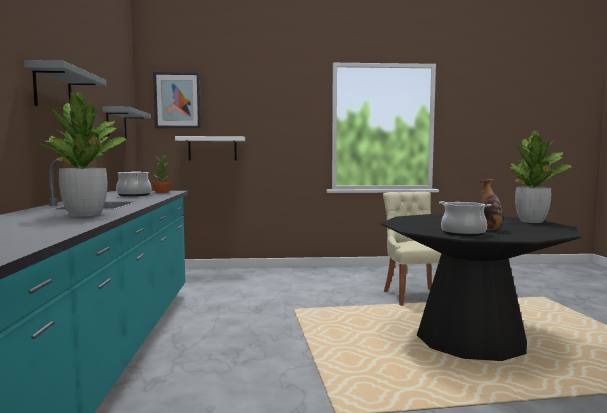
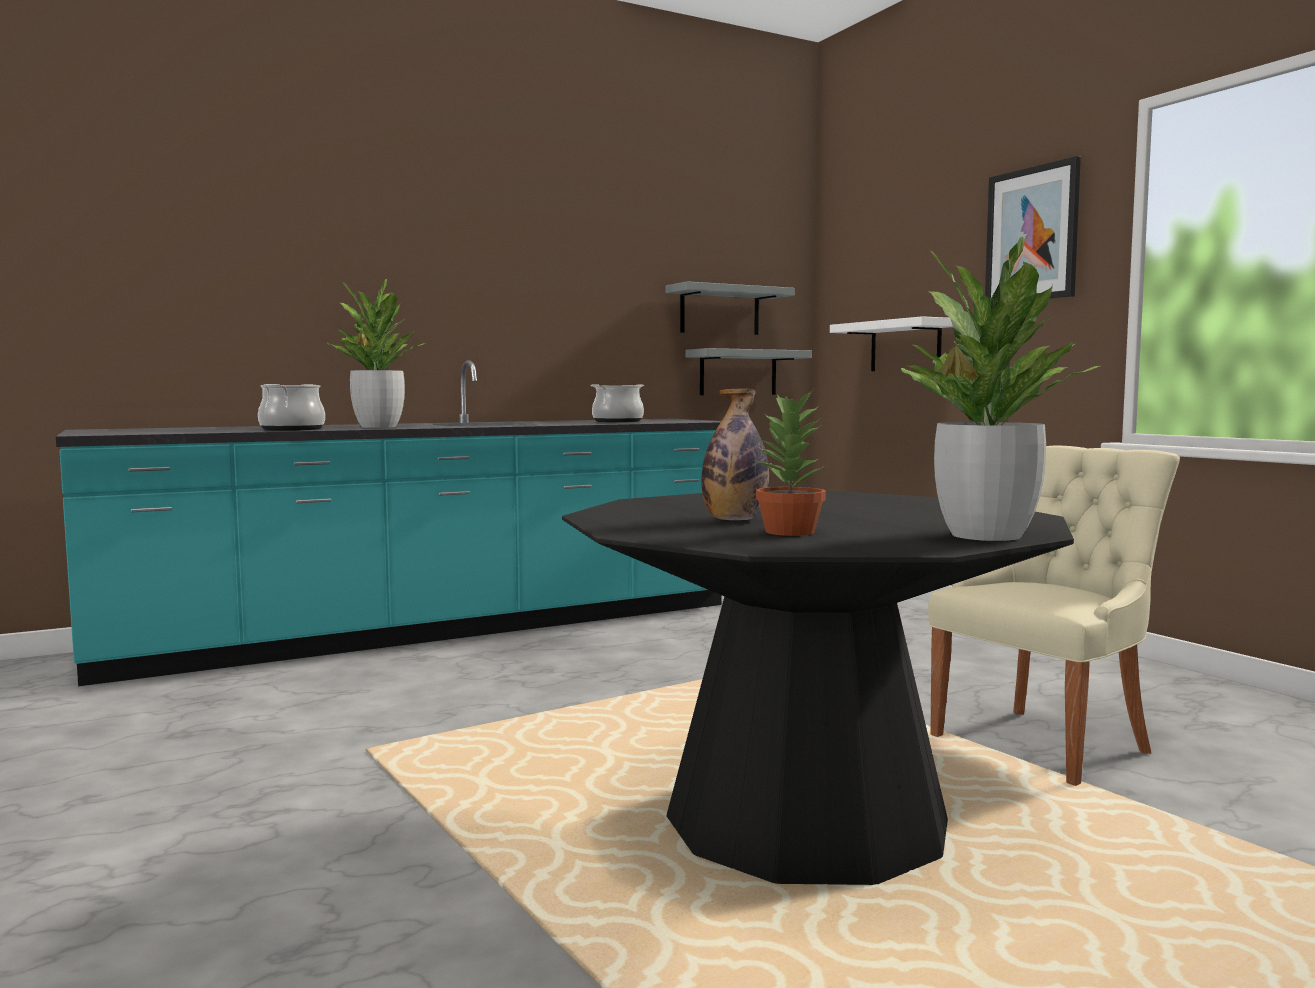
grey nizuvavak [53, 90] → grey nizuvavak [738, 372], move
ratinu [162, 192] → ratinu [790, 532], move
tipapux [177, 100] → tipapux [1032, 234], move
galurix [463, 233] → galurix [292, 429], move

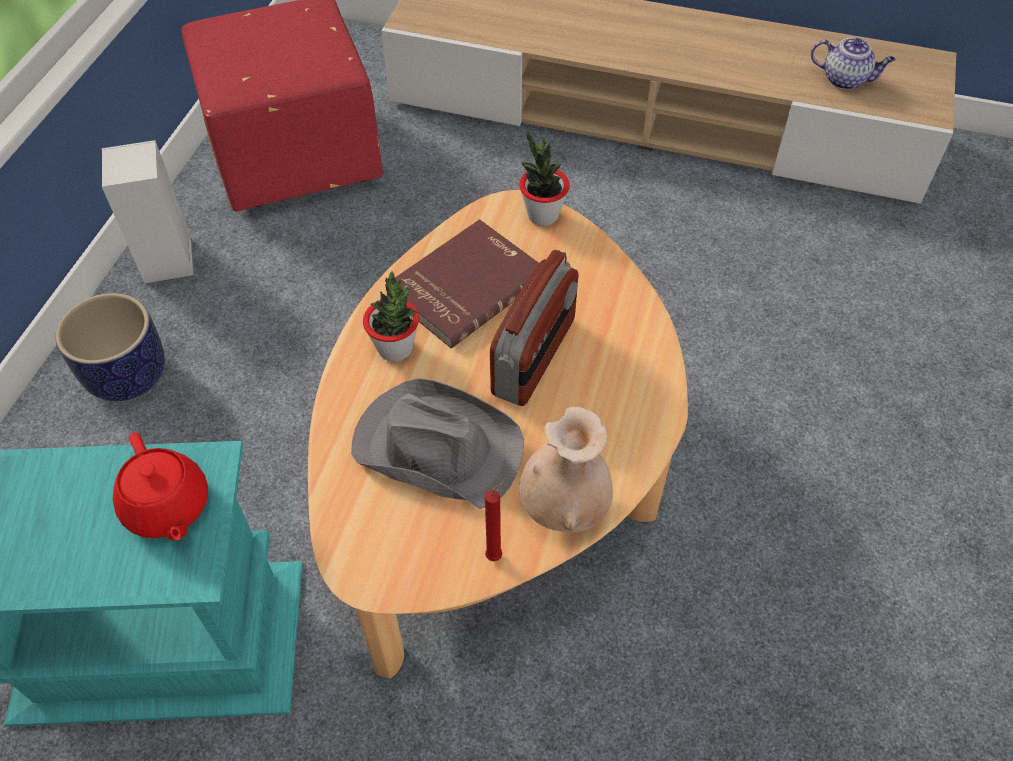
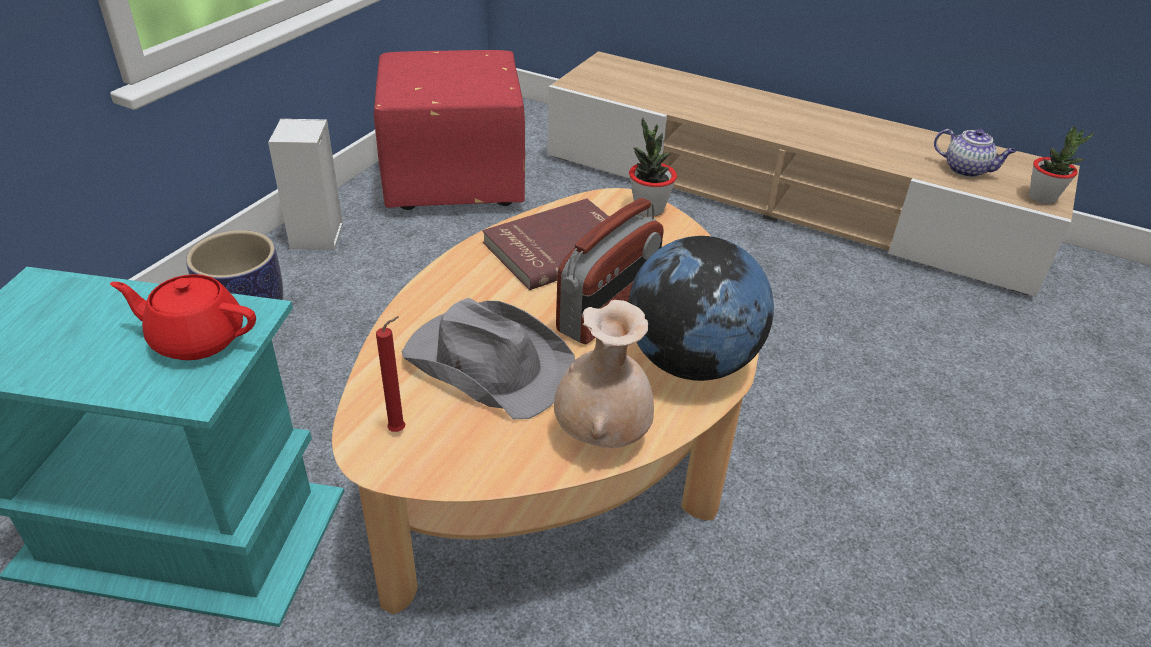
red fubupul [167, 507] → red fubupul [196, 339], 120 degrees clockwise
ratinu [395, 348] → ratinu [1042, 198], move
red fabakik [496, 555] → red fabakik [400, 430], move
- → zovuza [691, 362]

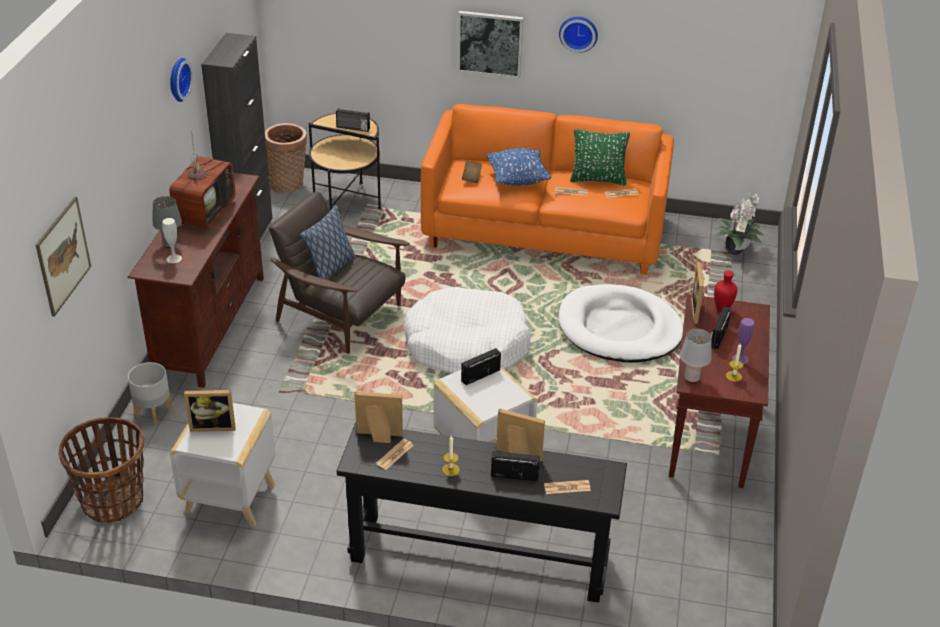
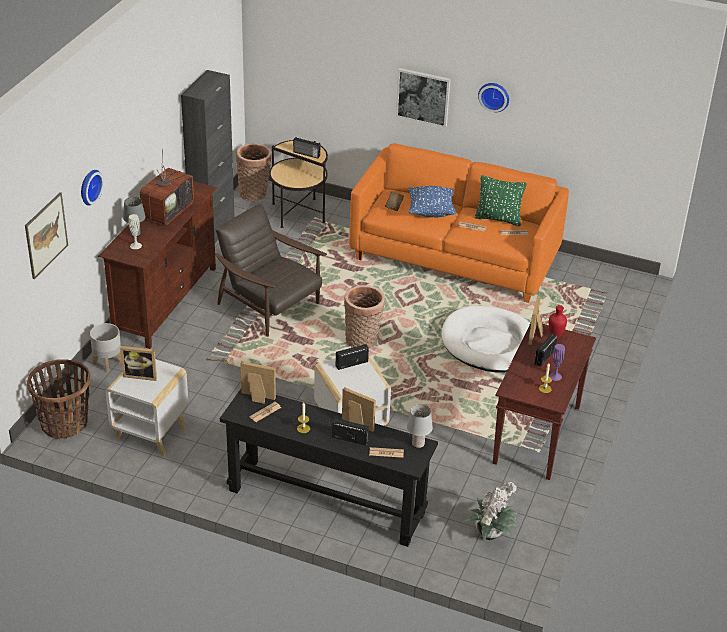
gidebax [177, 79] → gidebax [89, 186], move
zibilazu [330, 269] → -
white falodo [466, 344] → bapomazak [363, 341]
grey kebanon [692, 378] → grey kebanon [418, 444], move
ratinu [735, 250] → ratinu [491, 534], move

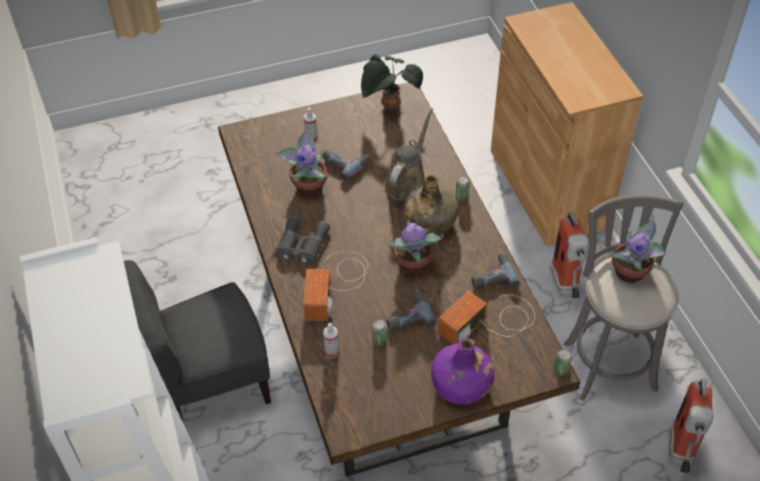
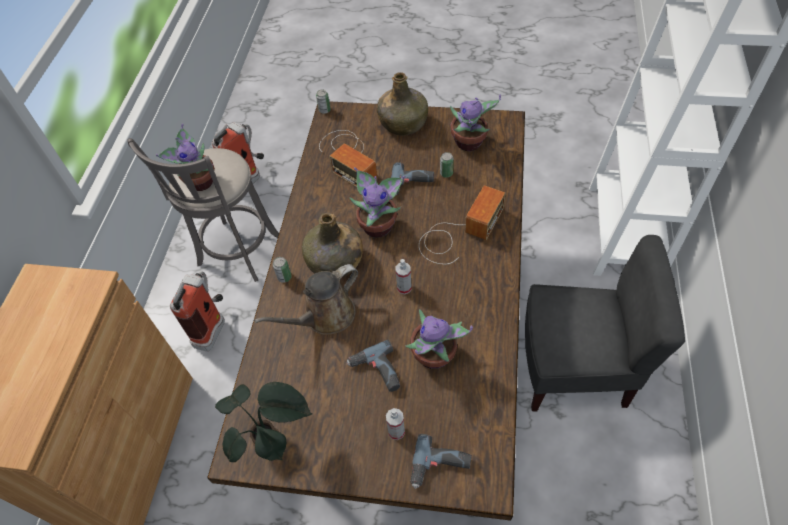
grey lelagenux [301, 245] → -
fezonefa [332, 351] → fezonefa [404, 288], move
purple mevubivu [461, 385] → green mevubivu [403, 123]
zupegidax [490, 322] → zupegidax [348, 157], 60 degrees clockwise
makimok [491, 275] → makimok [440, 468], move
- → ratinu [469, 143]

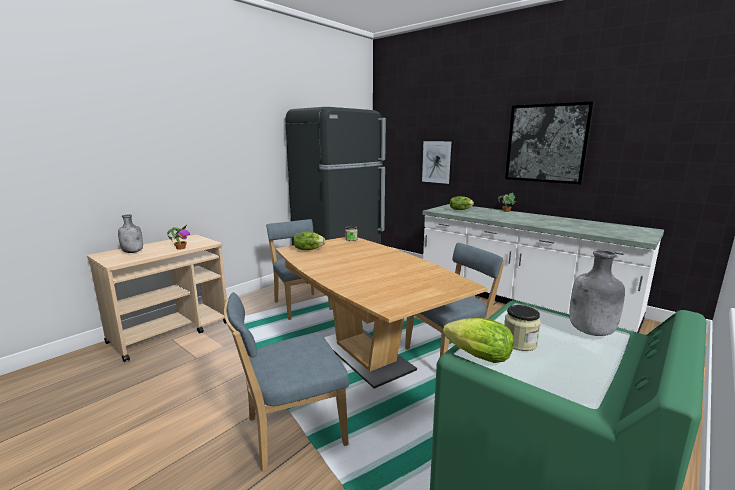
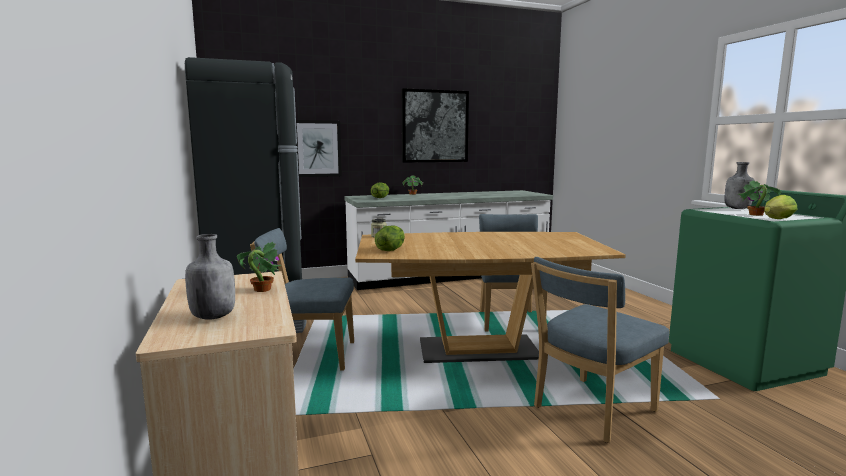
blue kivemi [290, 432] → blue kivemi [590, 410], 45 degrees clockwise
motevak [519, 343] → ratinu [755, 215]

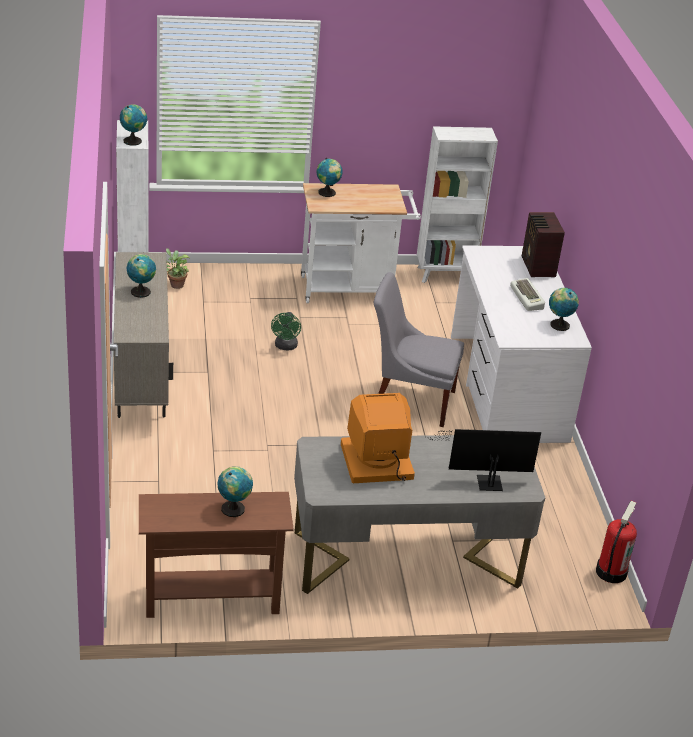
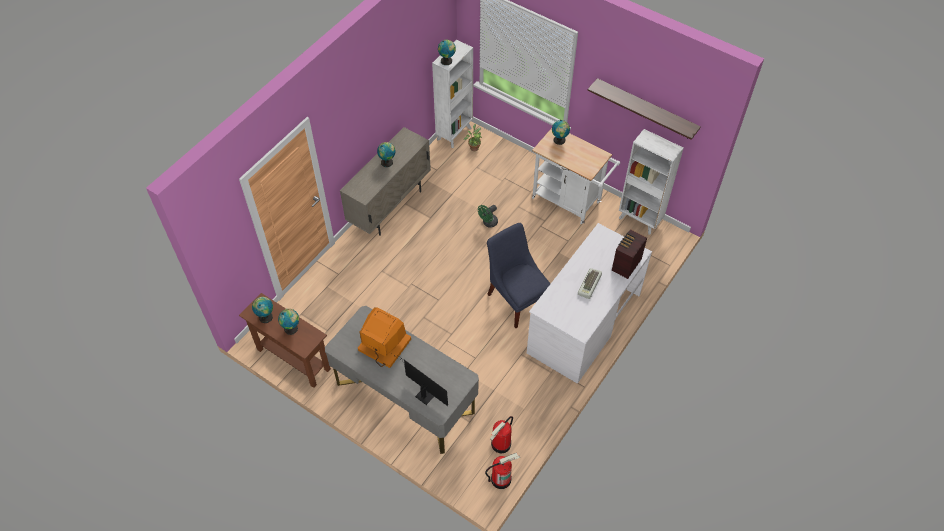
grey kivemi [409, 399] → blue kivemi [517, 298]
zovuza [558, 324] → zovuza [266, 316], move
- → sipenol [501, 444]
- → nizuvavak [646, 109]

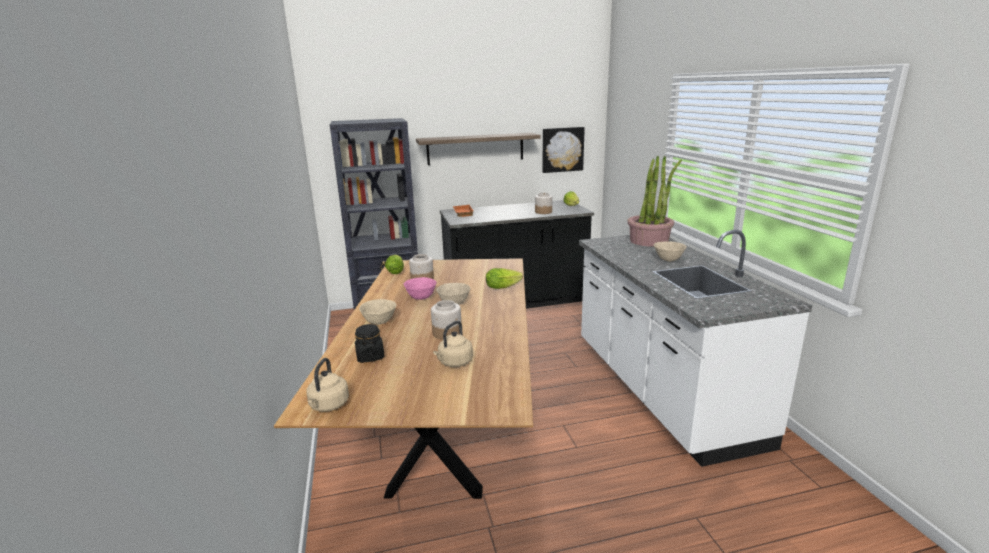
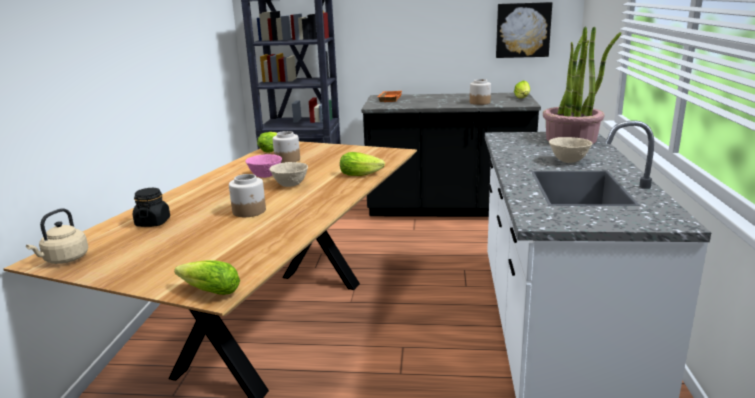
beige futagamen [379, 322] → -
nizuvavak [475, 148] → -
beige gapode [454, 363] → -
- → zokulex [207, 291]

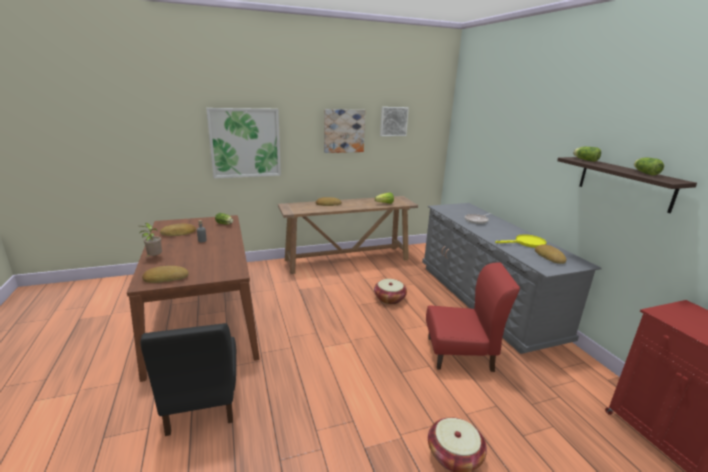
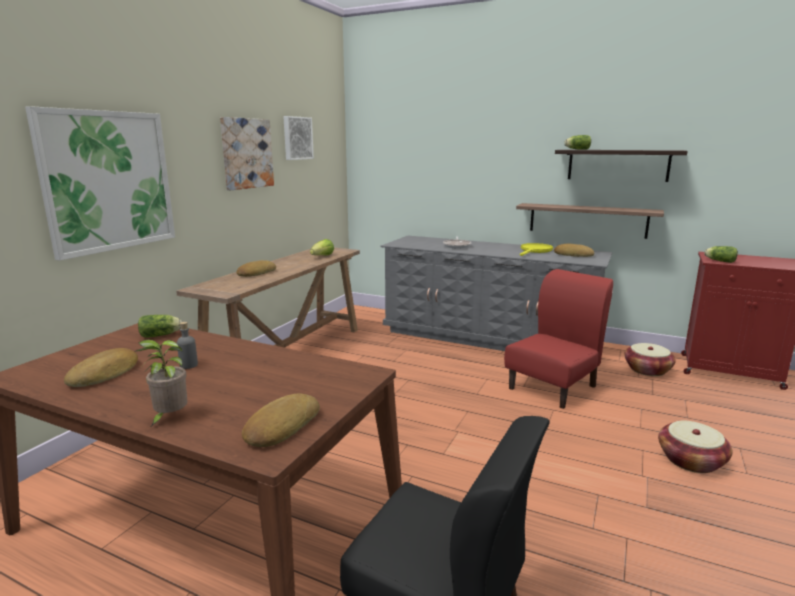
bapomazak [389, 298] → bapomazak [647, 370], move
zokulex [644, 173] → zokulex [719, 261], move
- → nizuvavak [587, 220]

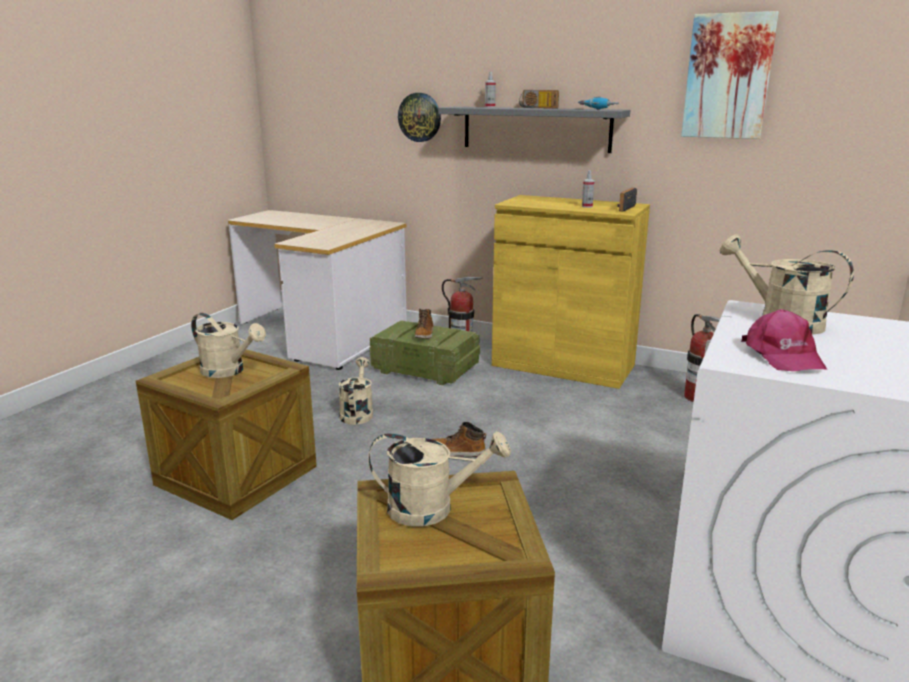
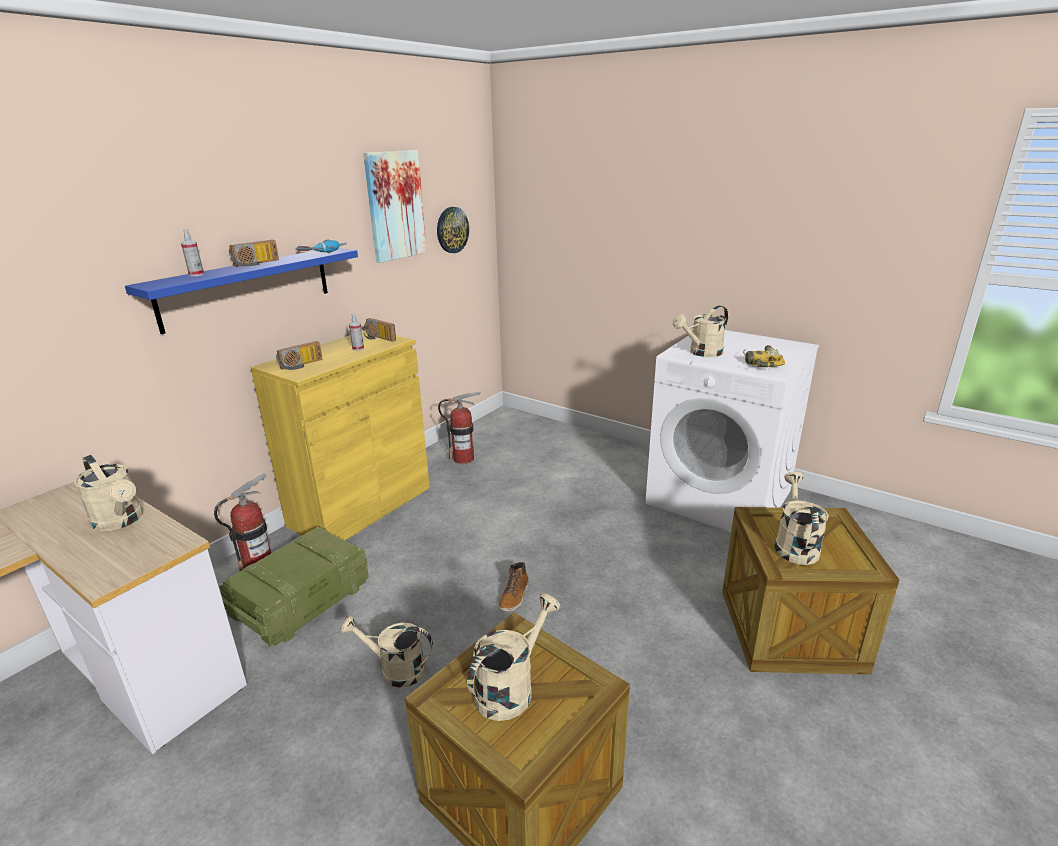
gidebax [420, 117] → gidebax [452, 230], move
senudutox [424, 334] → -
grey nizuvavak [536, 129] → blue nizuvavak [247, 287]
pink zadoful [782, 355] → makimok [760, 362]
- → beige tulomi [121, 521]
- → zupegidax [302, 365]

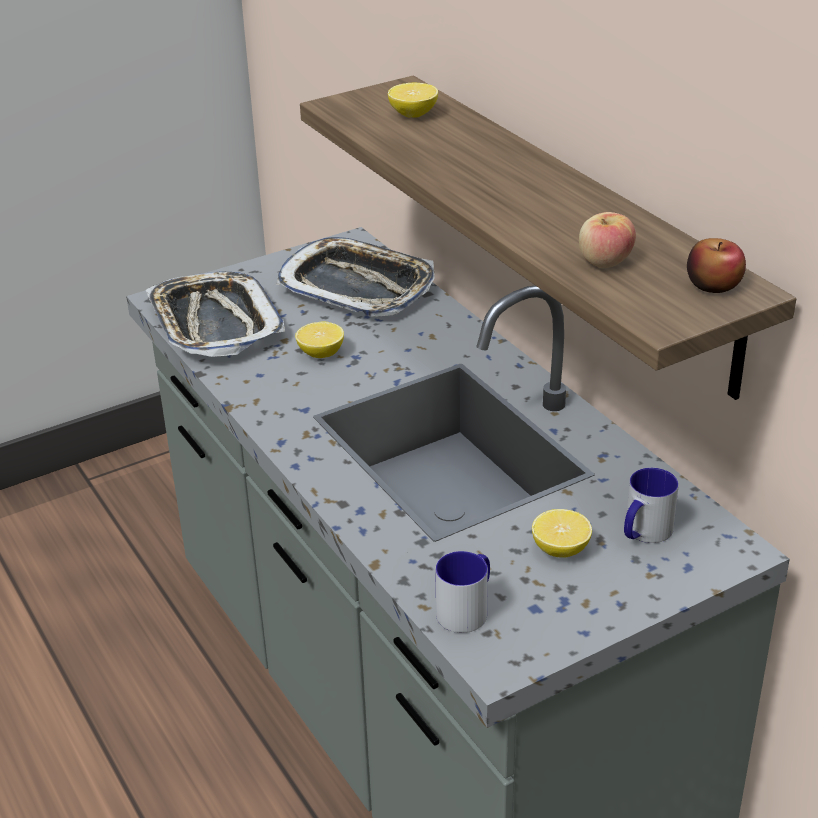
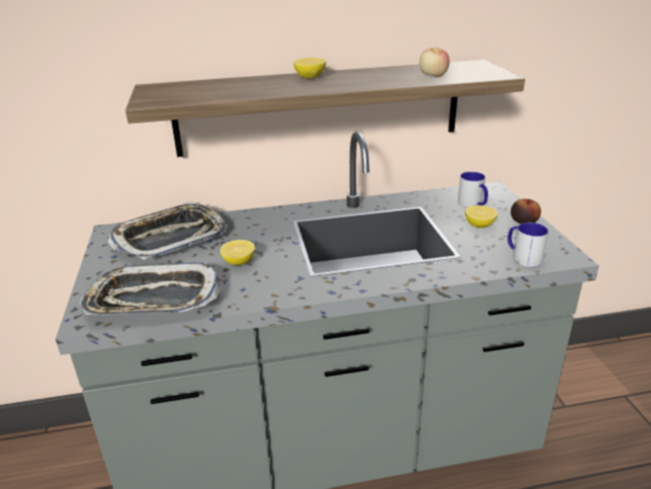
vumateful [413, 114] → vumateful [310, 77], move
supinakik [713, 285] → supinakik [524, 221], move

